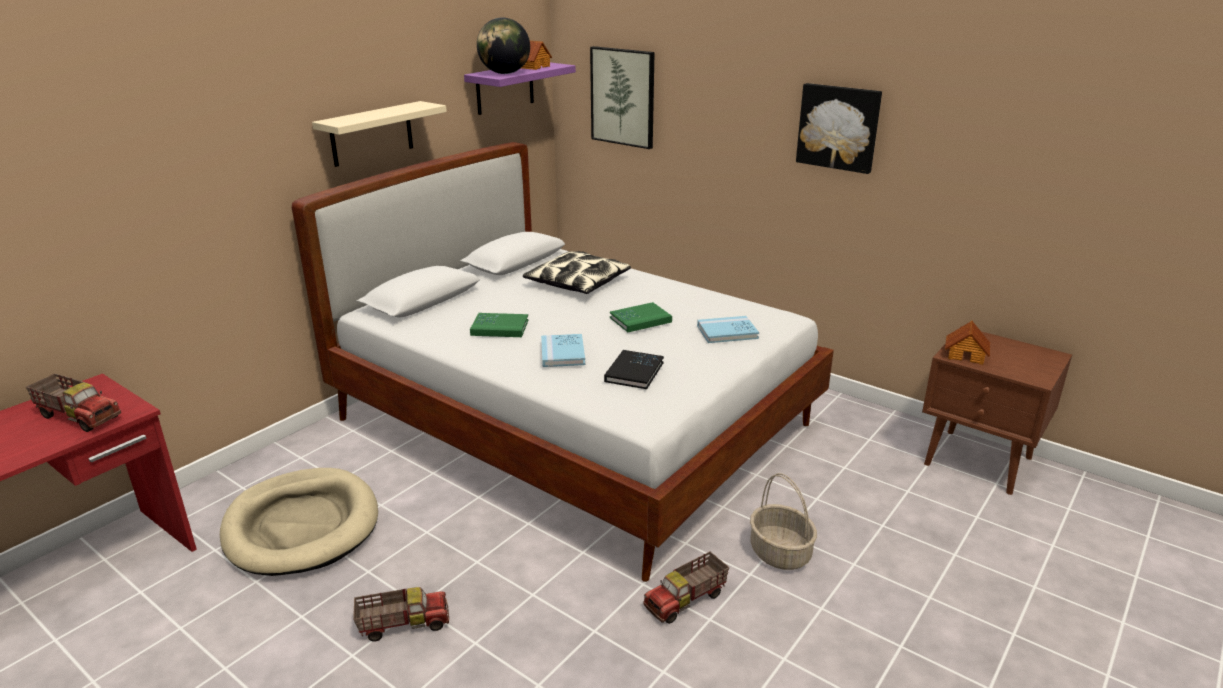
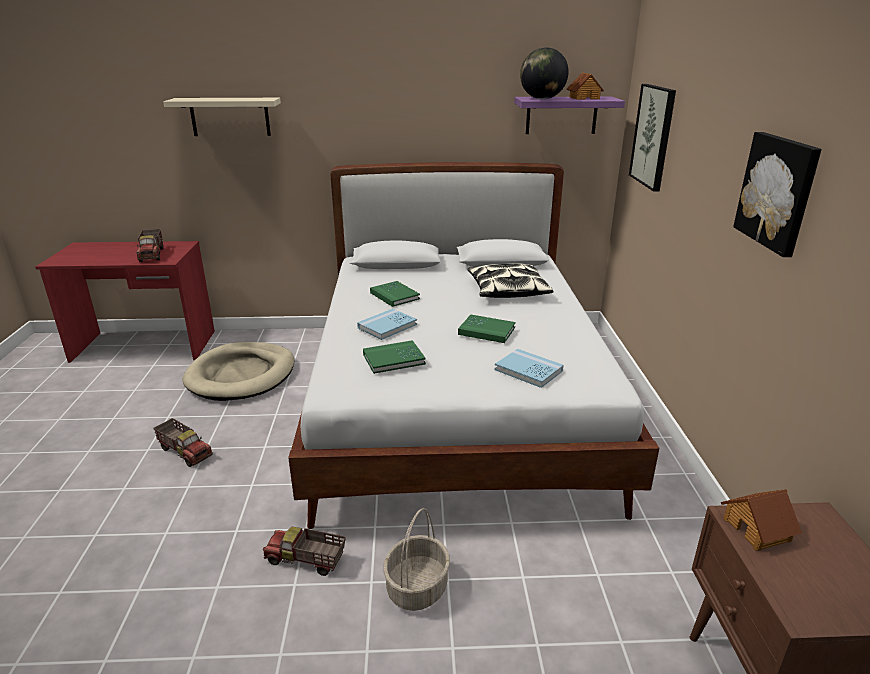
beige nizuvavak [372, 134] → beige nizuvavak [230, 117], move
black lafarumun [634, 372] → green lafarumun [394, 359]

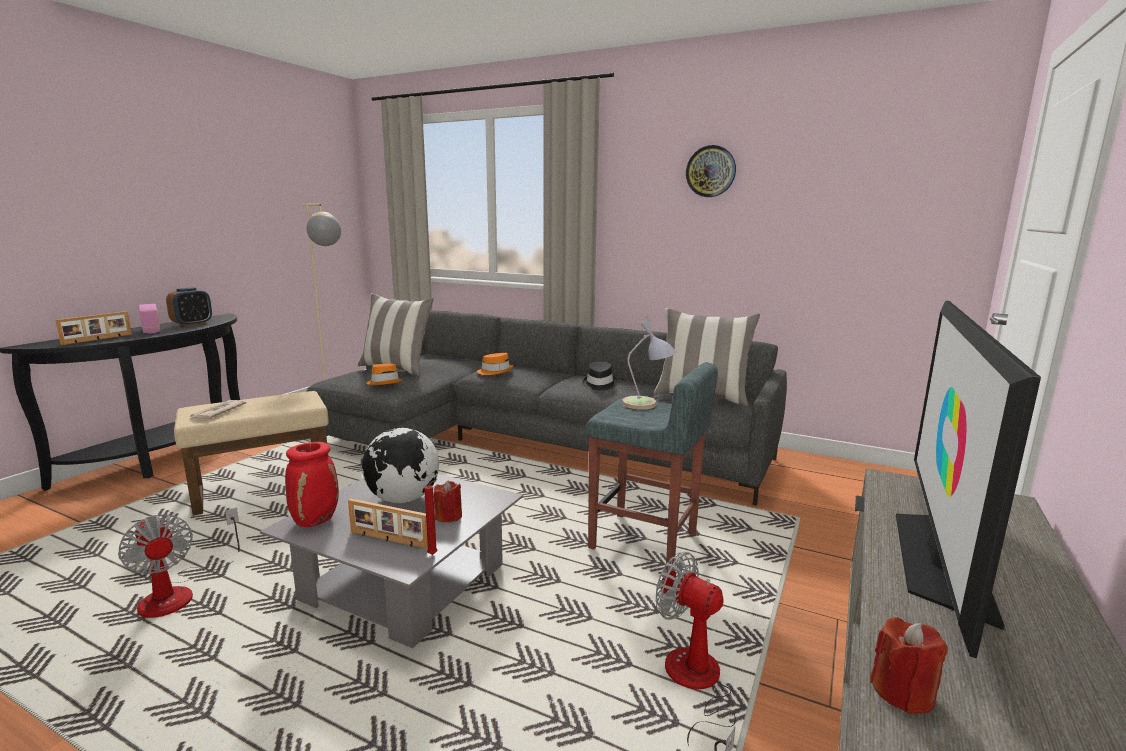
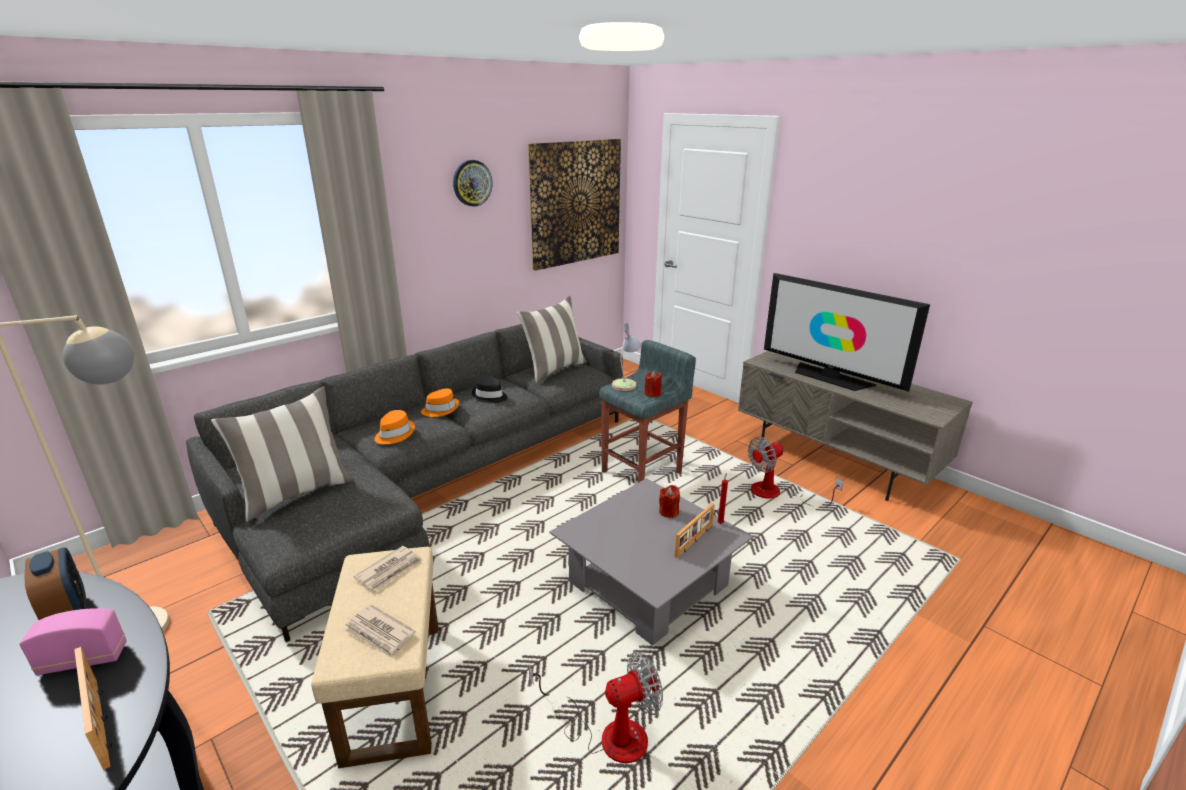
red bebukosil [316, 520] → -
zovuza [403, 499] → -
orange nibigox [384, 382] → orange nibigox [441, 409], move
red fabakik [903, 692] → red fabakik [652, 394], move
- → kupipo [390, 570]
- → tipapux [575, 203]

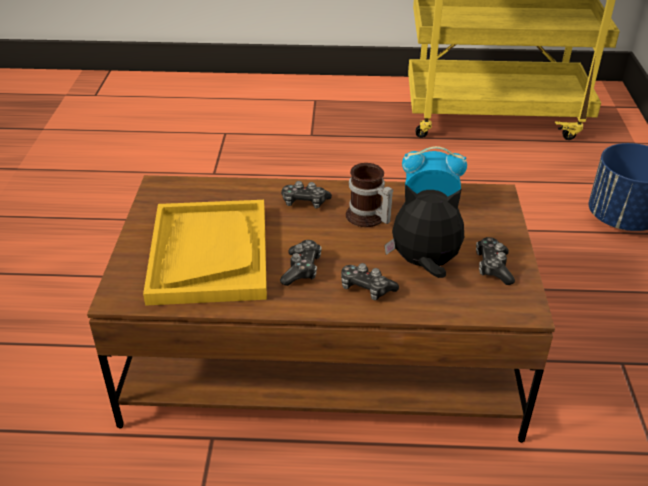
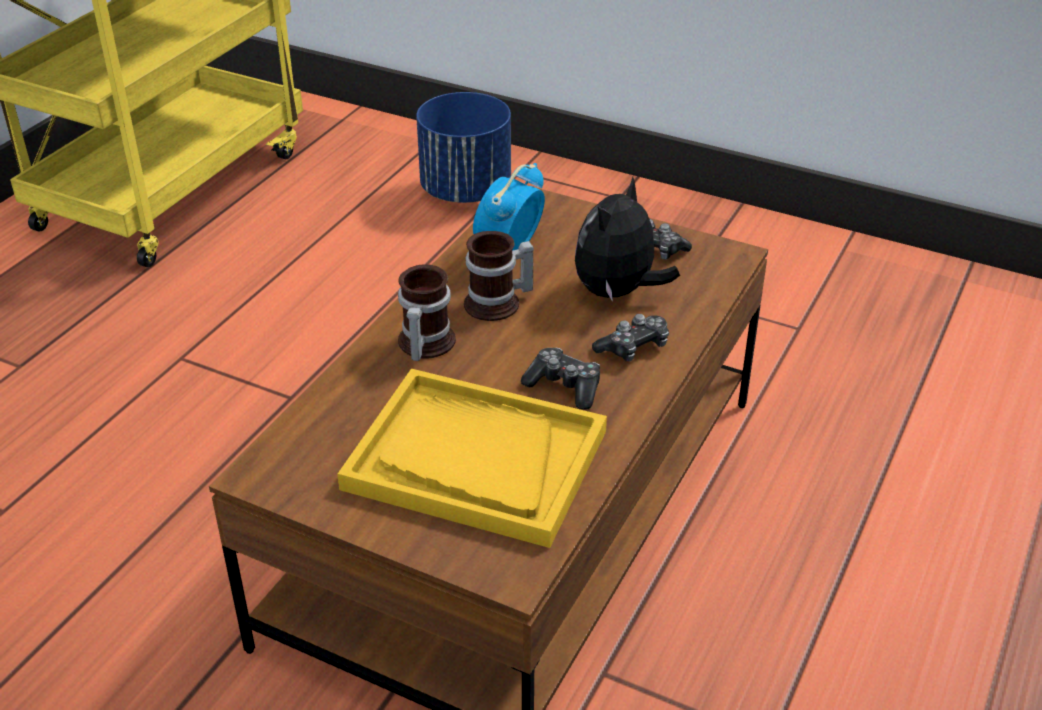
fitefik [304, 202] → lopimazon [422, 344]

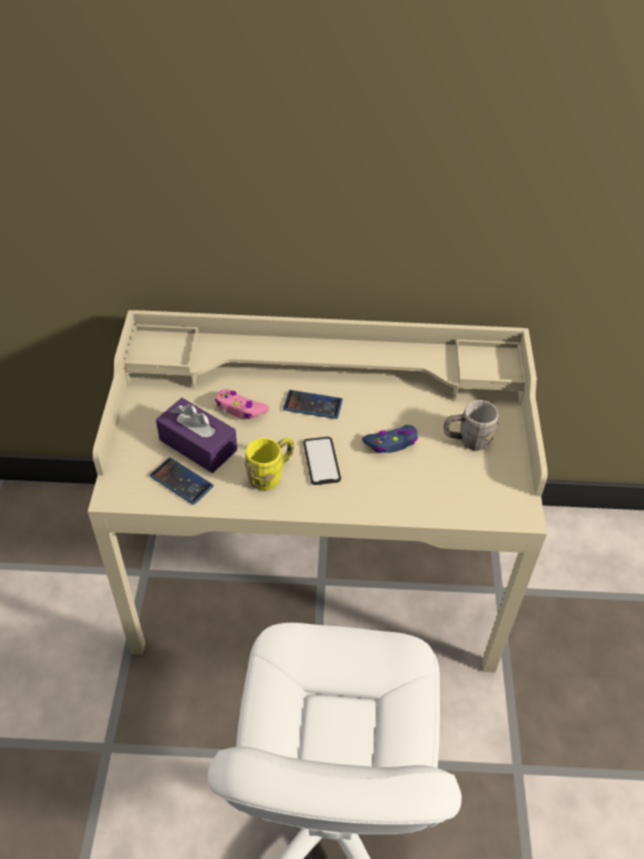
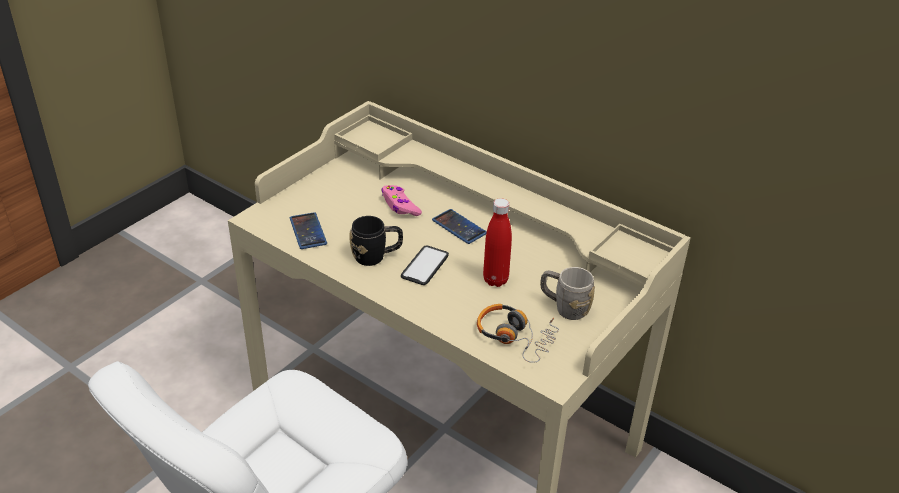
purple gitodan [198, 445] → -
yellow lopimazon [271, 474] → black lopimazon [376, 257]
blue fitefik [391, 443] → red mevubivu [495, 280]
- → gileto [515, 337]

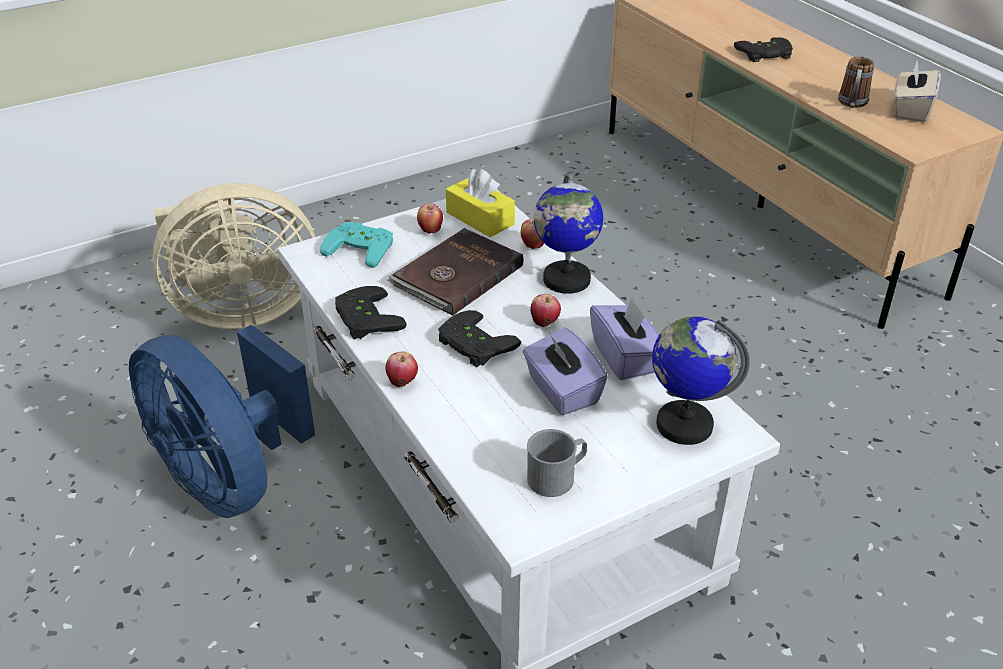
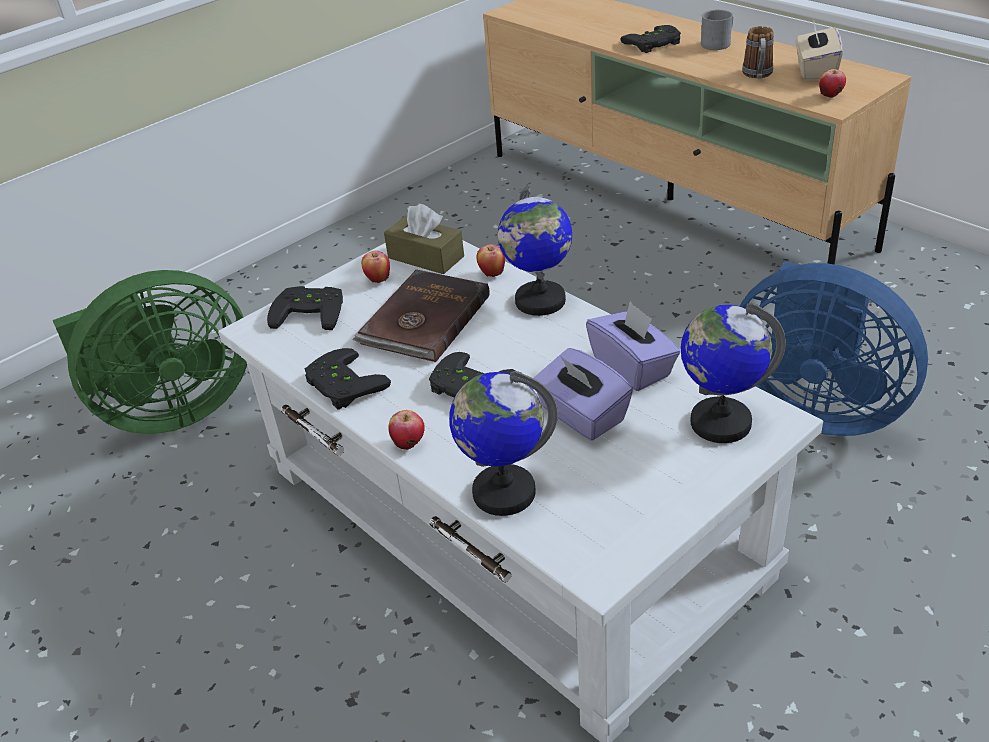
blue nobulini [230, 478] → blue nobulini [815, 407], move
beige nobulini [240, 311] → green nobulini [172, 410]
turquoise fitefik [362, 247] → black fitefik [311, 311]
yellow gitodan [480, 218] → brown gitodan [426, 257]
grey lopimazon [557, 477] → grey lopimazon [718, 43], move
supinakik [545, 323] → supinakik [830, 96], move
- → zovuza [503, 492]

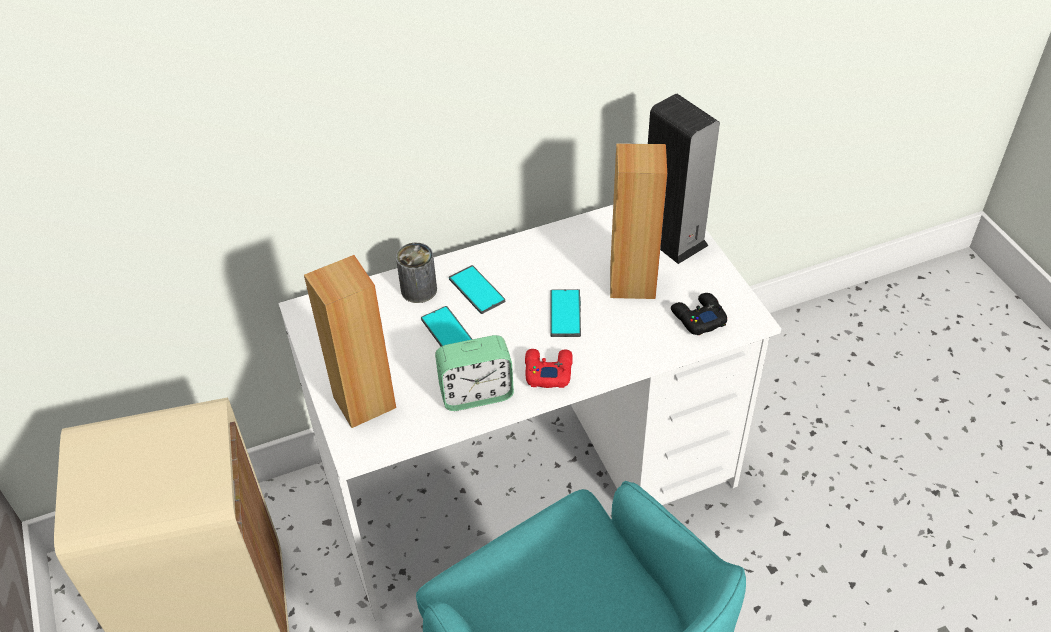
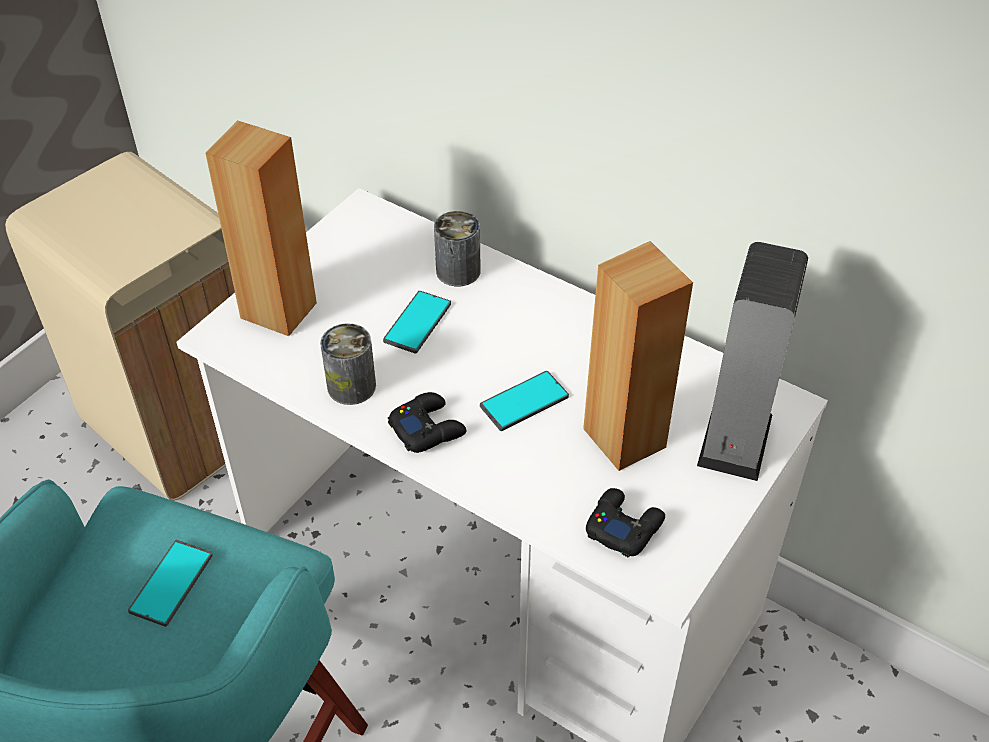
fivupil [476, 393] → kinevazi [351, 386]
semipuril [476, 290] → semipuril [171, 583], move
red fitefik [548, 371] → black fitefik [427, 428]

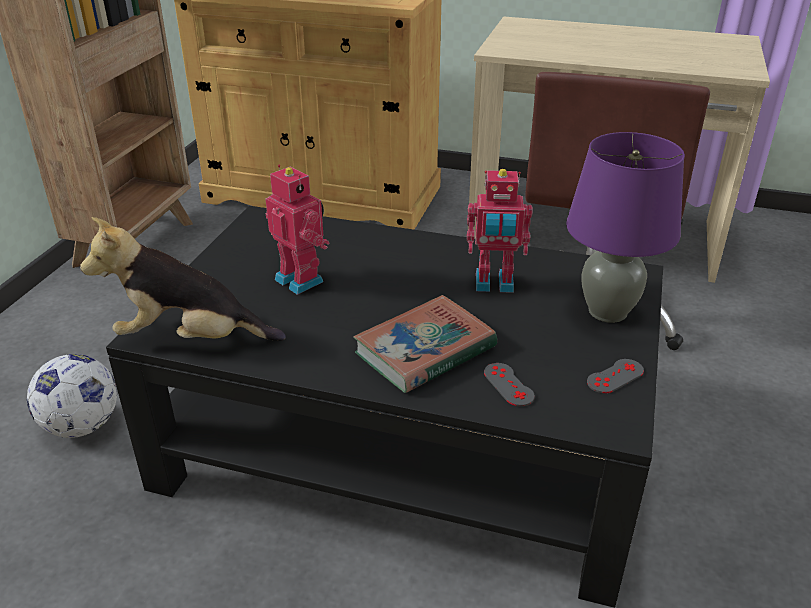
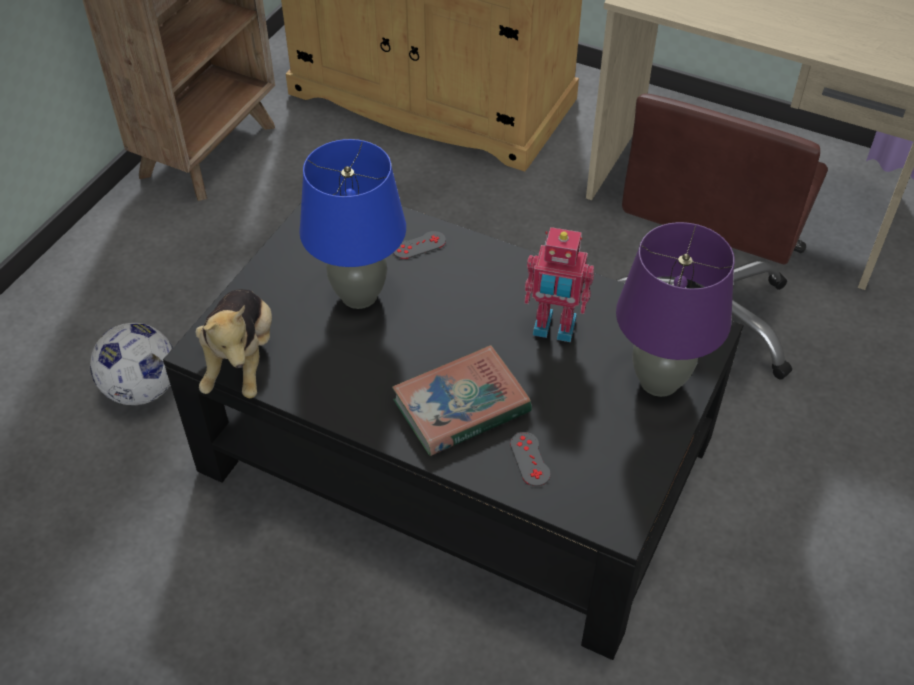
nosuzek [190, 339] → nosuzek [241, 361], 105 degrees counterclockwise
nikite [301, 279] → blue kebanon [359, 296]
grey fitefik [615, 376] → grey fitefik [419, 245], move

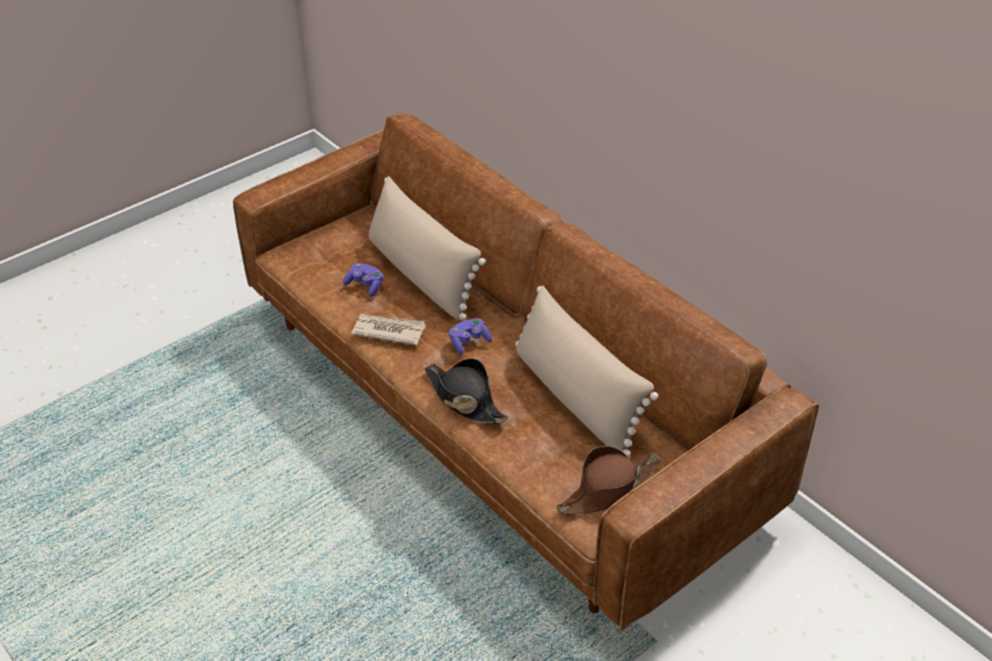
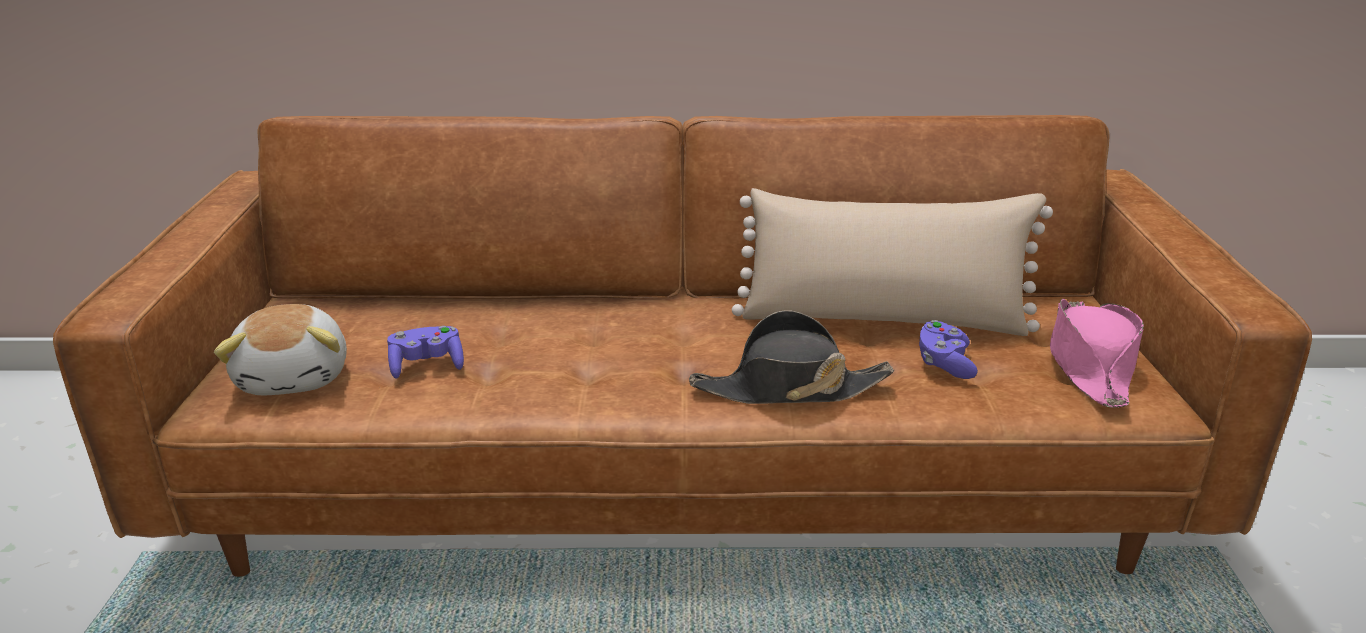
kupipo [388, 331] → -
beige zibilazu [421, 274] → -
purple fitefik [469, 342] → purple fitefik [944, 363], move
brown nibigox [608, 489] → pink nibigox [1089, 364]
- → nosuzek [296, 377]

